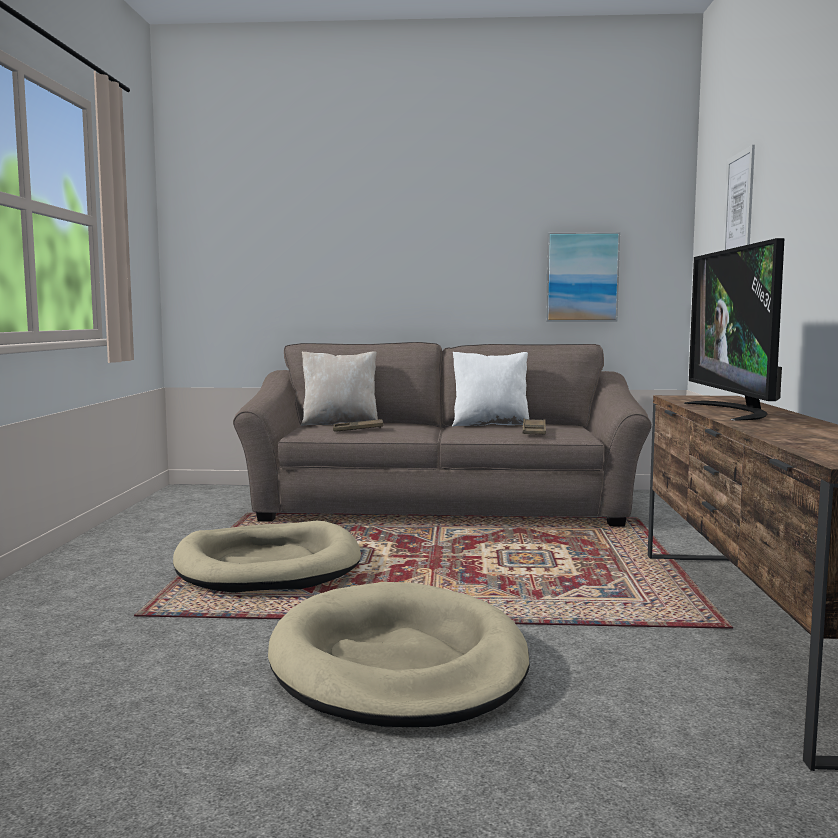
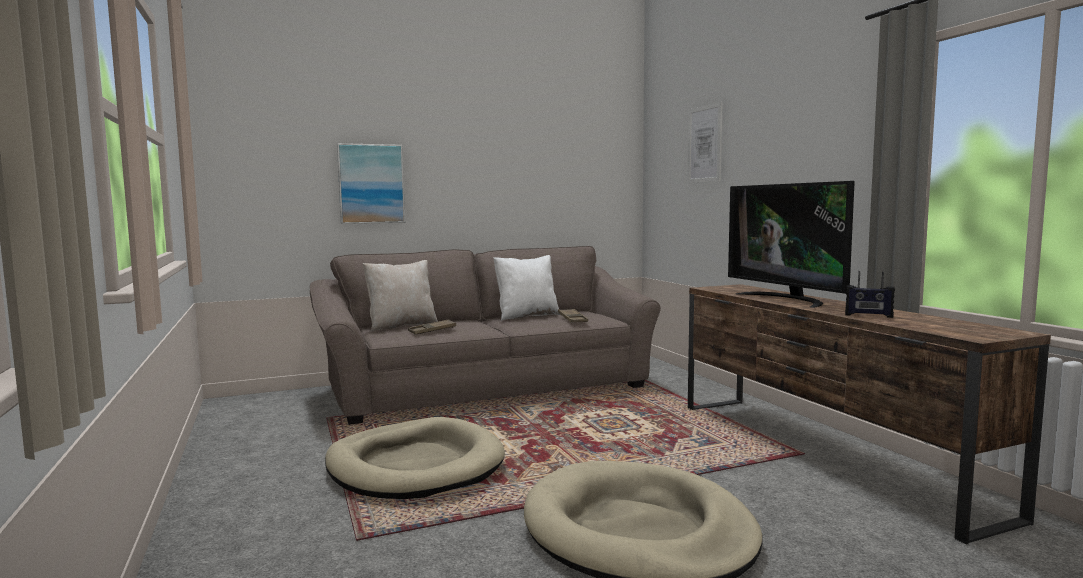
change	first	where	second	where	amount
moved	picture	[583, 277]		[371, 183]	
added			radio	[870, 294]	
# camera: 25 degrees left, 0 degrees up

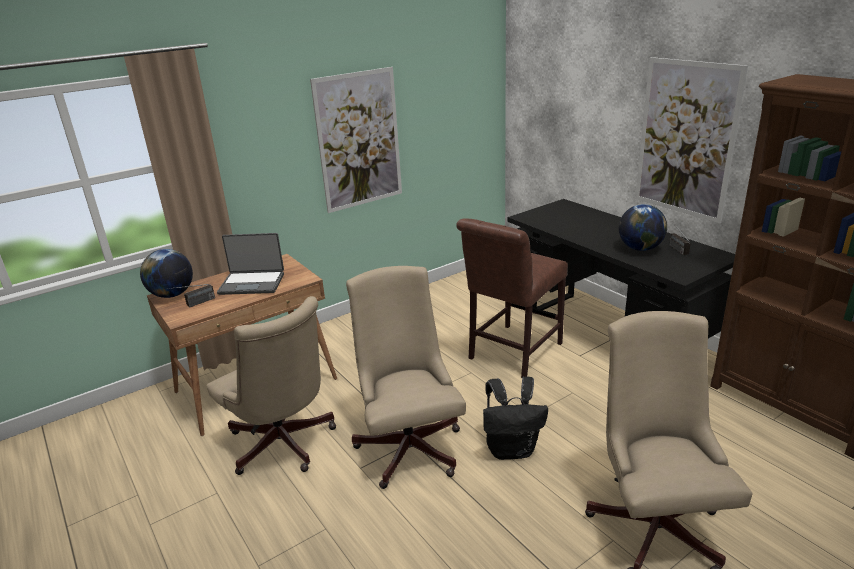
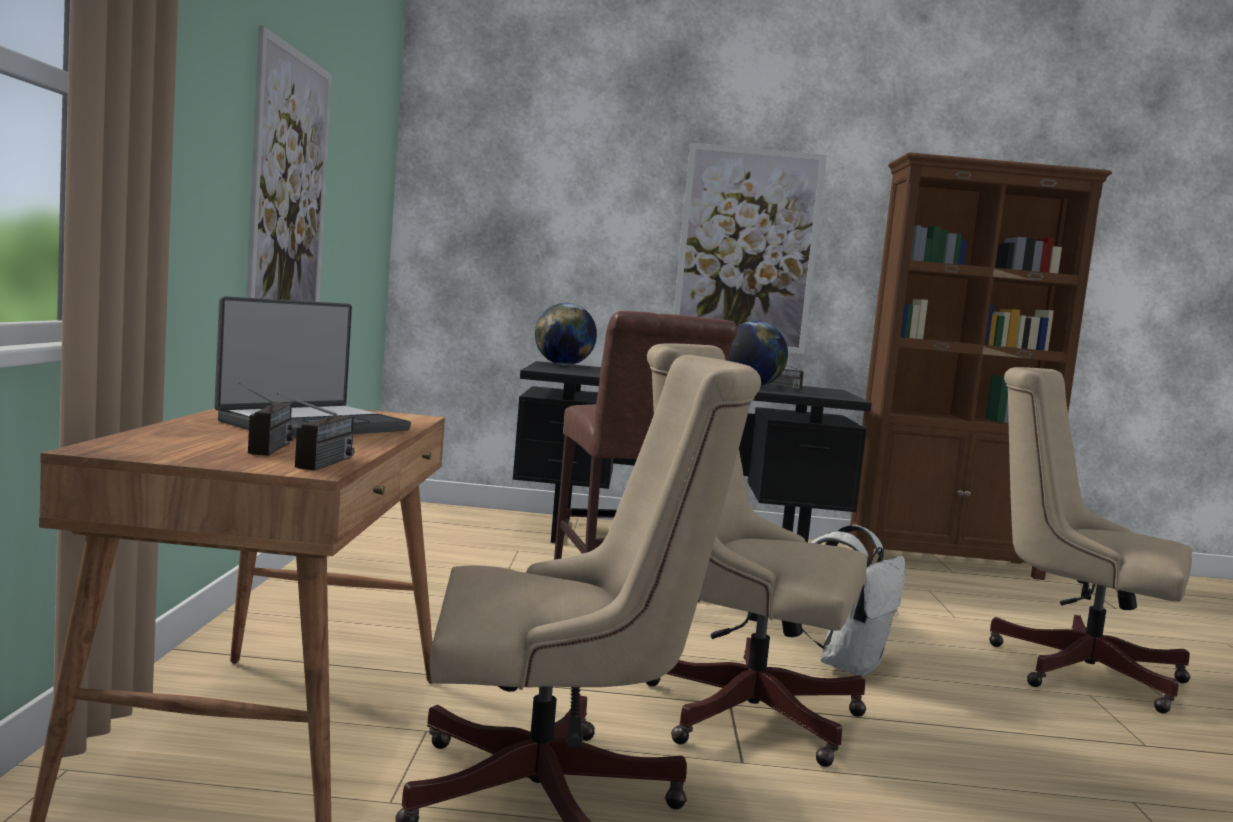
change	first	where	second	where	amount
added			radio	[316, 432]	
moved	globe	[166, 273]		[566, 334]	
recoloured	black backpack	[515, 418]	white backpack	[853, 601]	
# camera: 55 degrees left, 20 degrees down

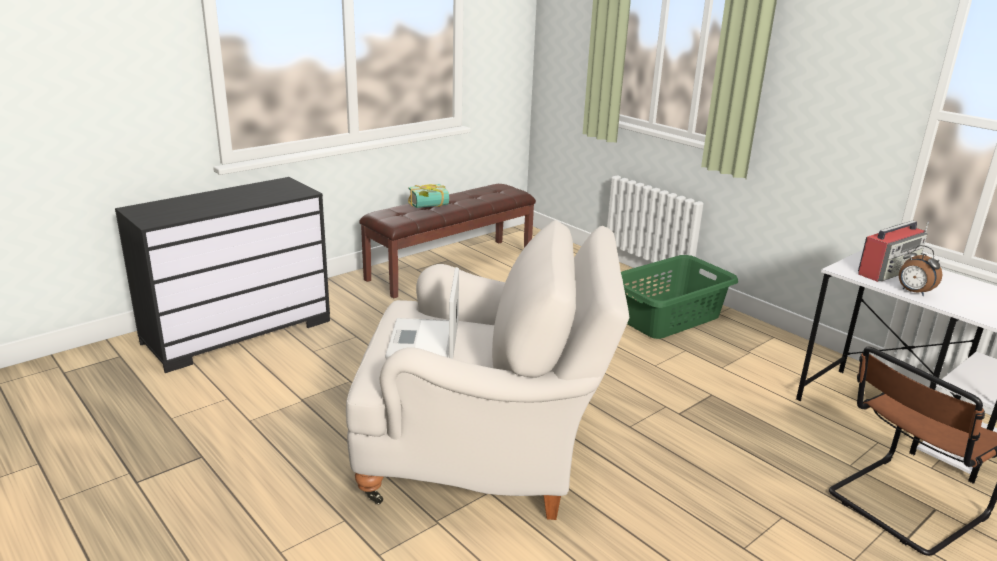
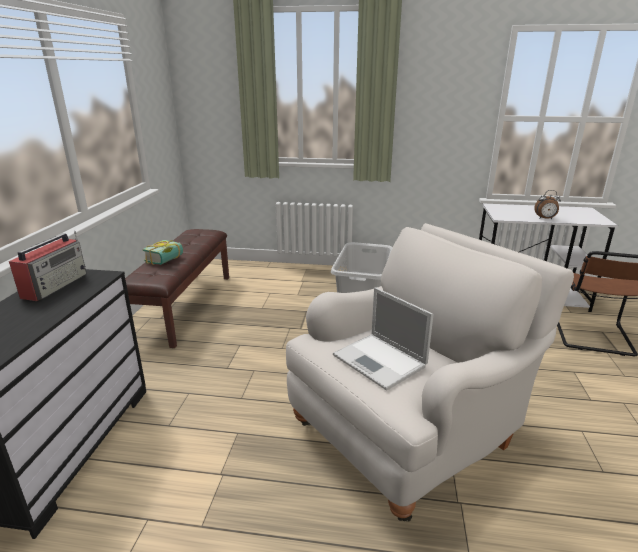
change	first	where	second	where	amount
moved	radio	[893, 251]		[48, 266]	
recoloured	green laundry basket	[679, 297]	grey laundry basket	[362, 267]	
# camera: 40 degrees left, 0 degrees up

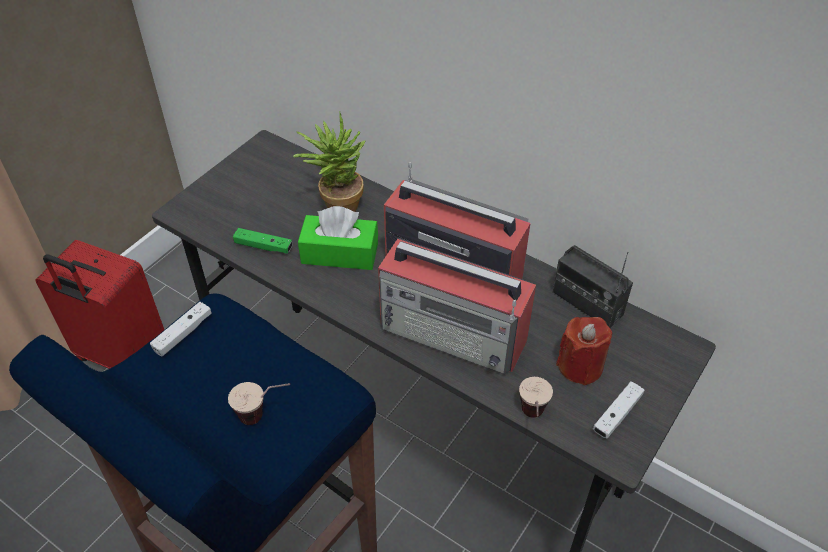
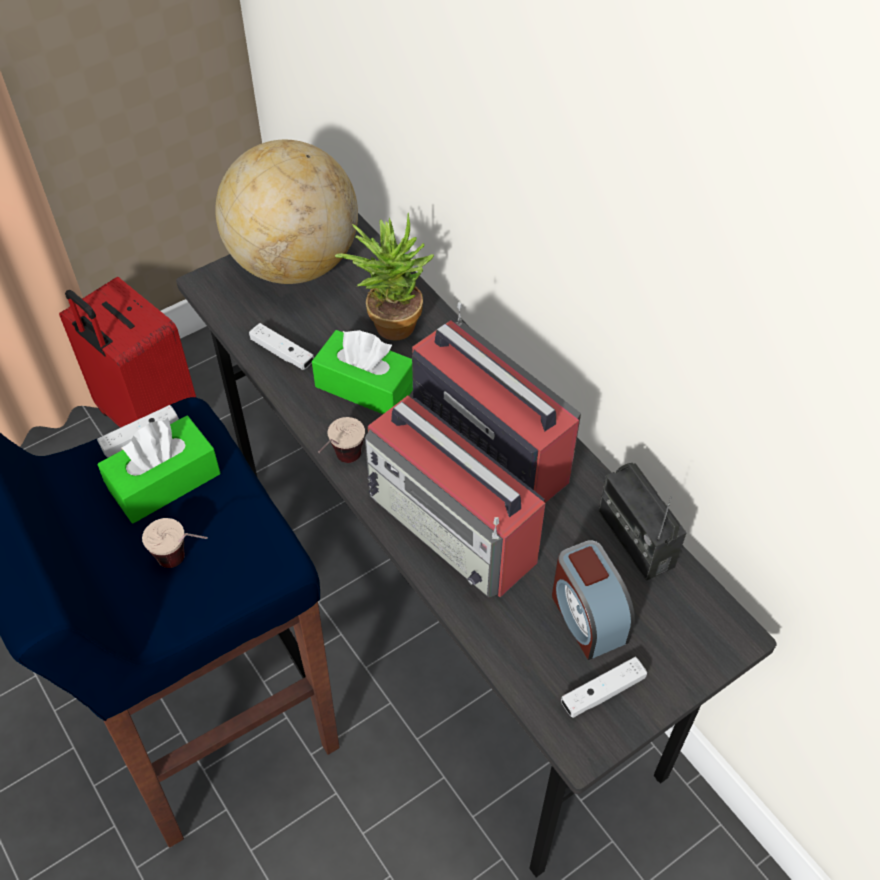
change	first	where	second	where	amount
added			green tissue box	[159, 469]	
added			globe	[286, 212]	
recoloured	green game controller	[263, 241]	white game controller	[281, 346]	
moved	cup	[536, 397]		[341, 440]	
replaced	red candle	[584, 351]	alarm clock	[593, 600]	
# camera: 20 degrees right, 5 degrees up

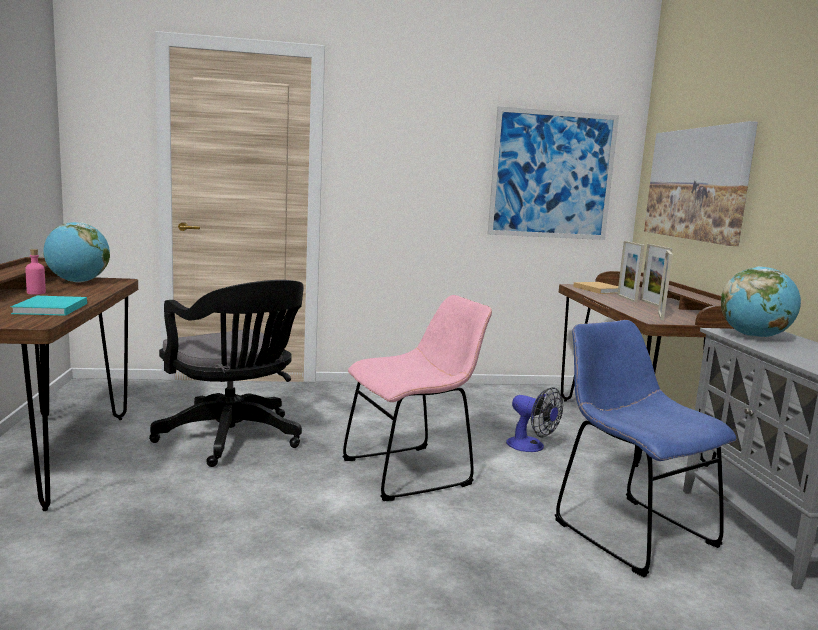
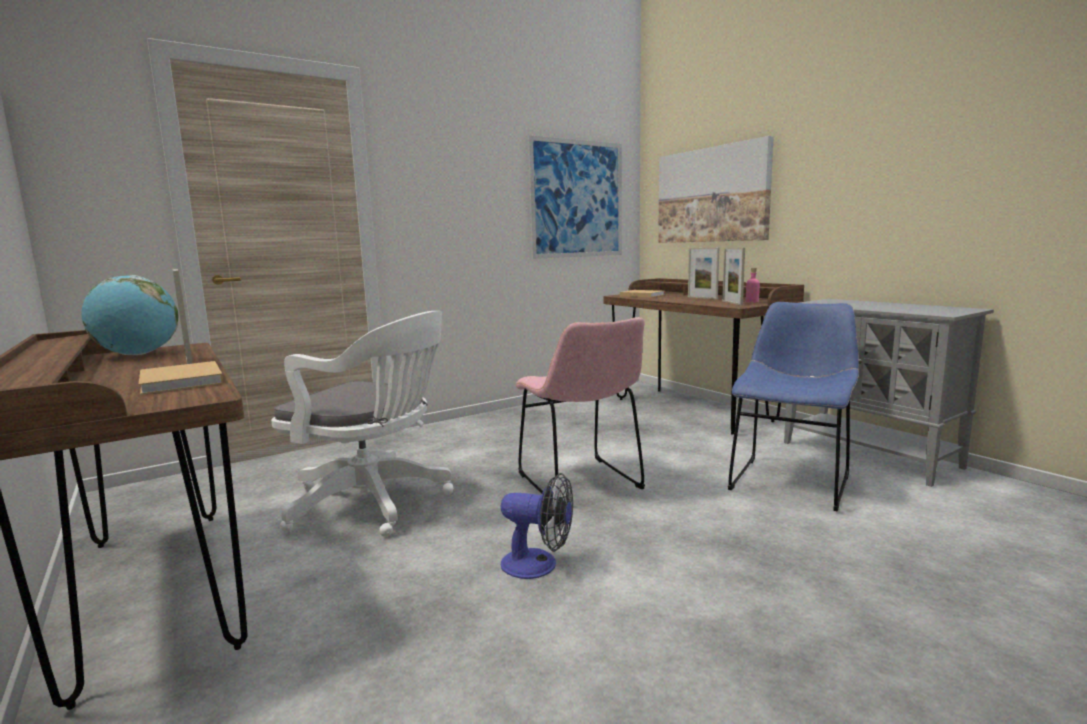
change	first	where	second	where	amount
recoloured	turquoise book	[49, 306]	beige book	[181, 378]	
moved	picture frame	[631, 271]		[183, 316]	
recoloured	black office chair	[226, 373]	white office chair	[362, 424]	
moved	fan	[534, 419]		[537, 526]	
turned	pink chair	[417, 398]		[580, 405]	120 degrees clockwise
turned	blue chair	[646, 448]		[793, 406]	90 degrees clockwise
moved	pink bottle	[35, 272]		[753, 285]	
removed	globe	[761, 302]			
# camera: 25 degrees left, 0 degrees up

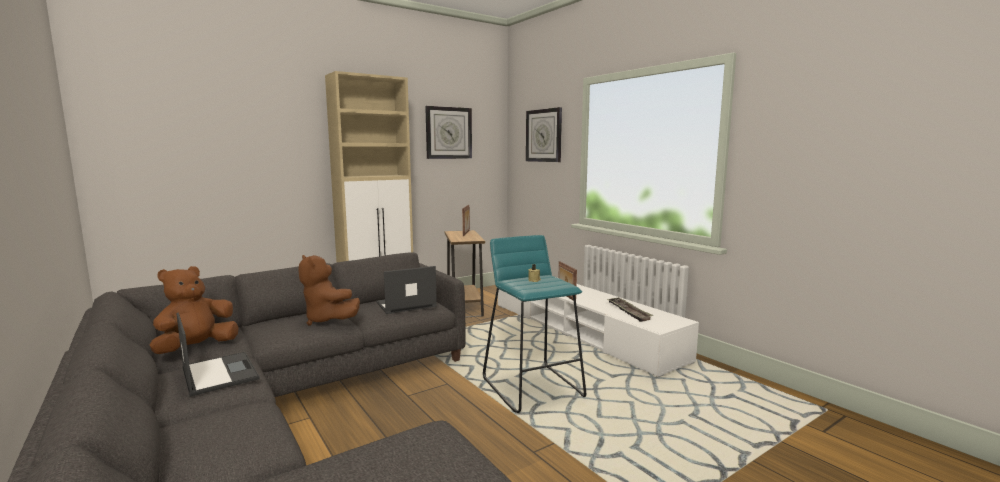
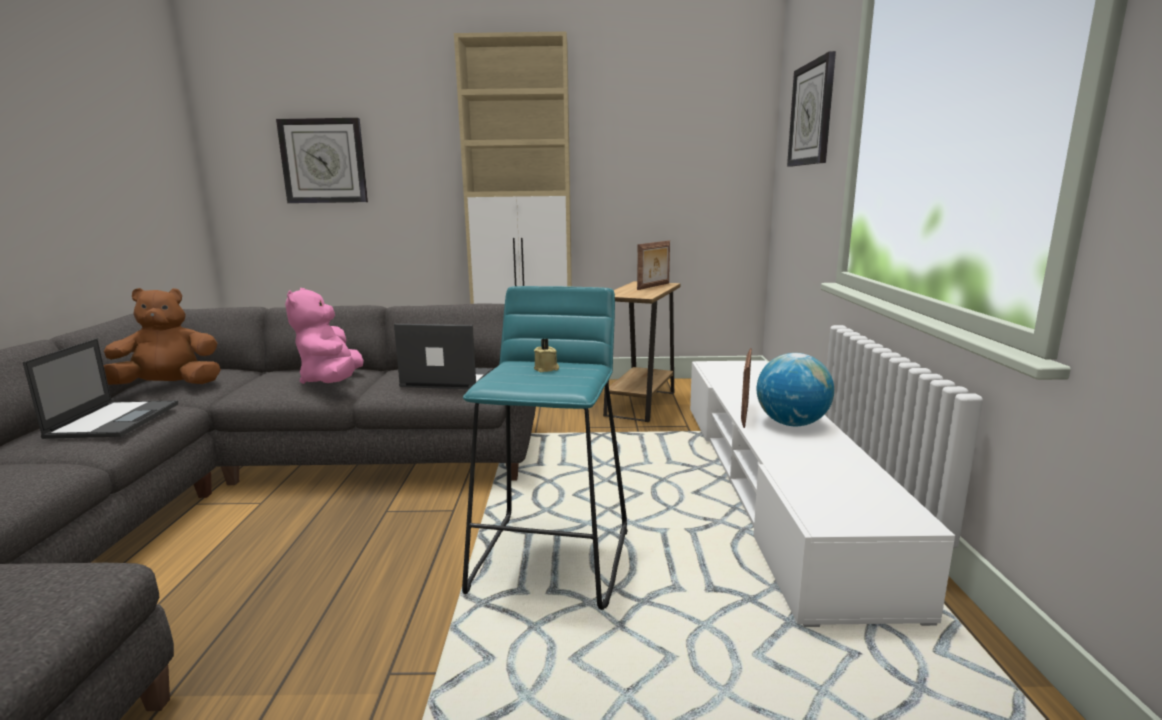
change	first	where	second	where	amount
moved	wall clock	[448, 132]		[322, 160]	
recoloured	brown plush toy	[329, 290]	pink plush toy	[324, 336]	
added			globe	[795, 389]	
removed	tray	[630, 309]			
# camera: 35 degrees right, 5 degrees up

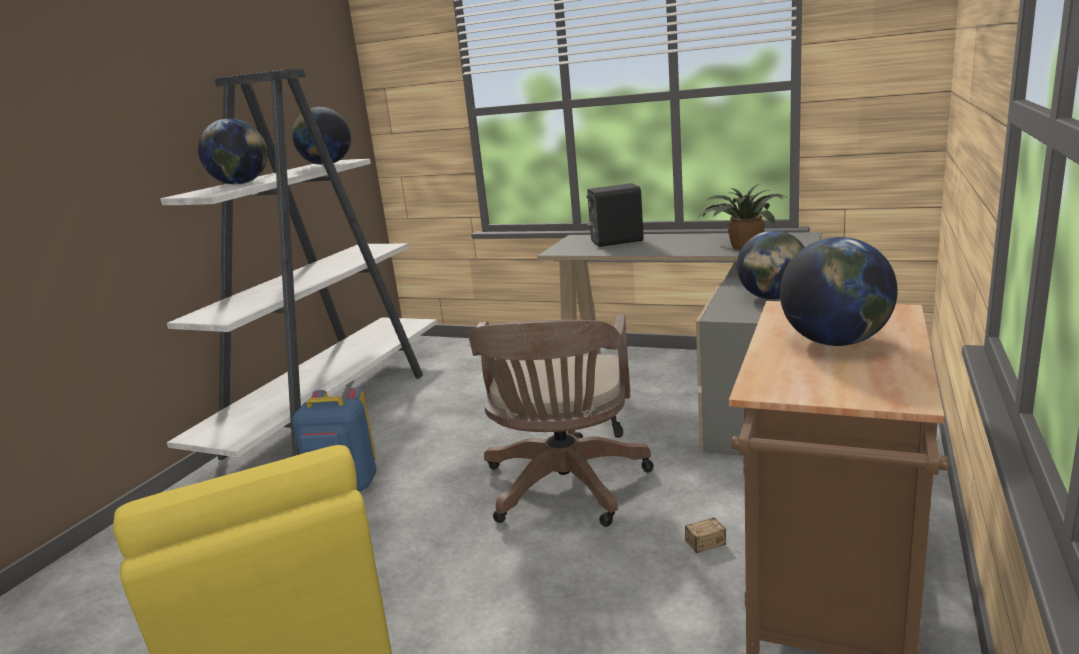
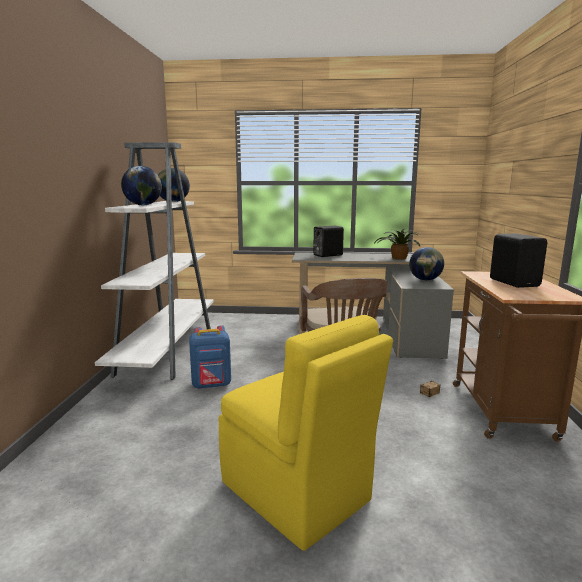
change	first	where	second	where	amount
replaced	globe	[839, 291]	black speaker	[518, 260]	
# camera: 20 degrees left, 5 degrees down

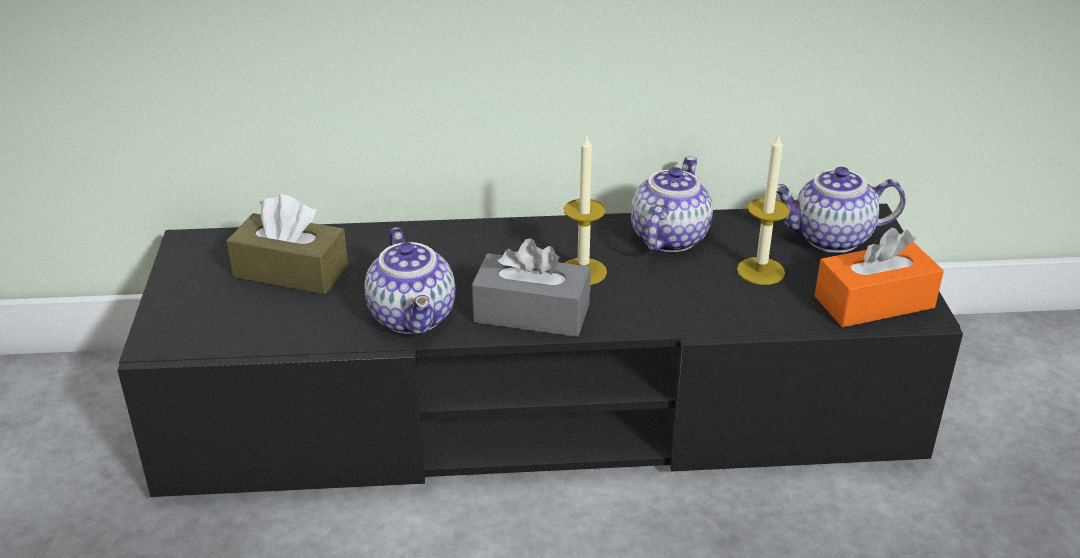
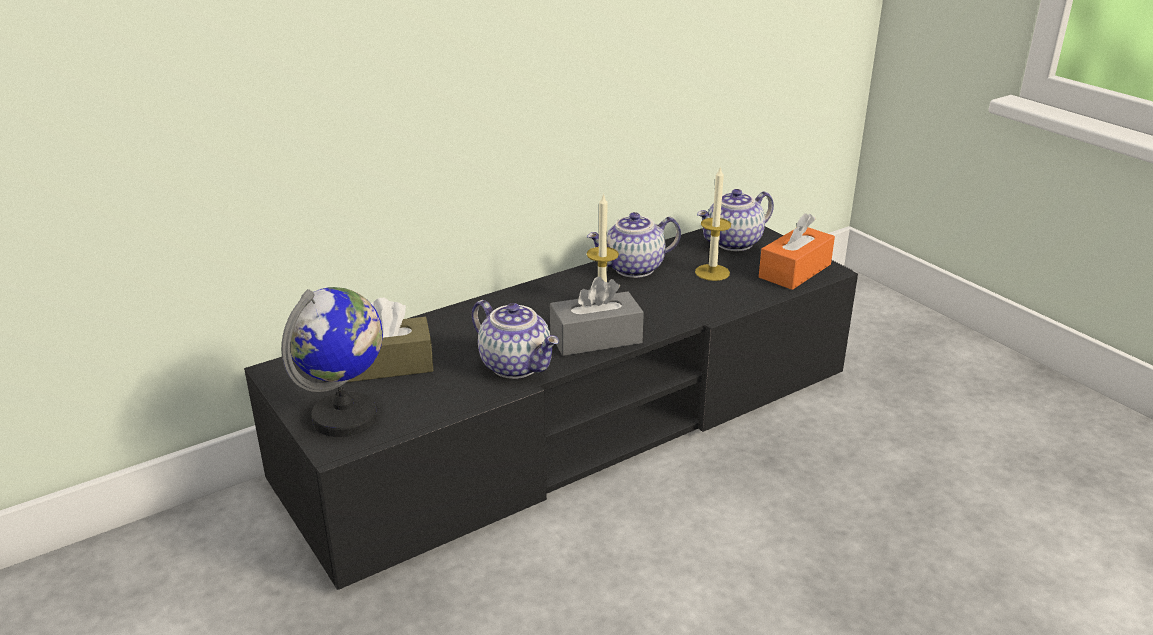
change	first	where	second	where	amount
added			globe	[332, 362]	
turned	teapot	[672, 204]		[634, 245]	105 degrees counterclockwise
# camera: 30 degrees left, 5 degrees down

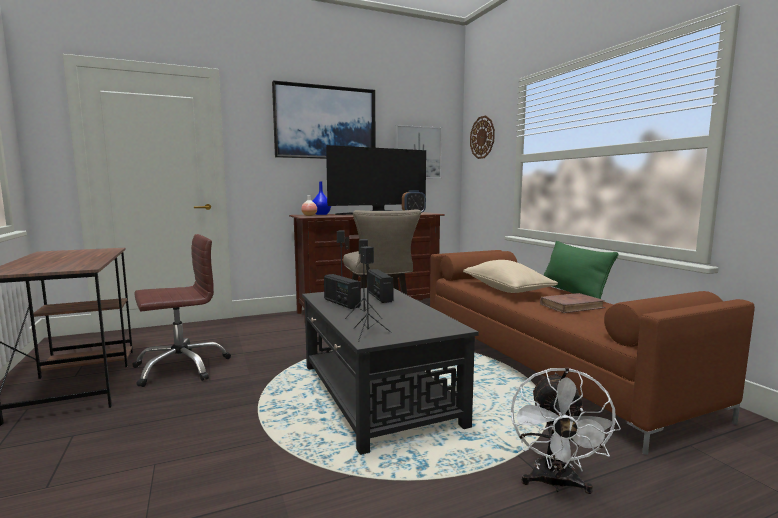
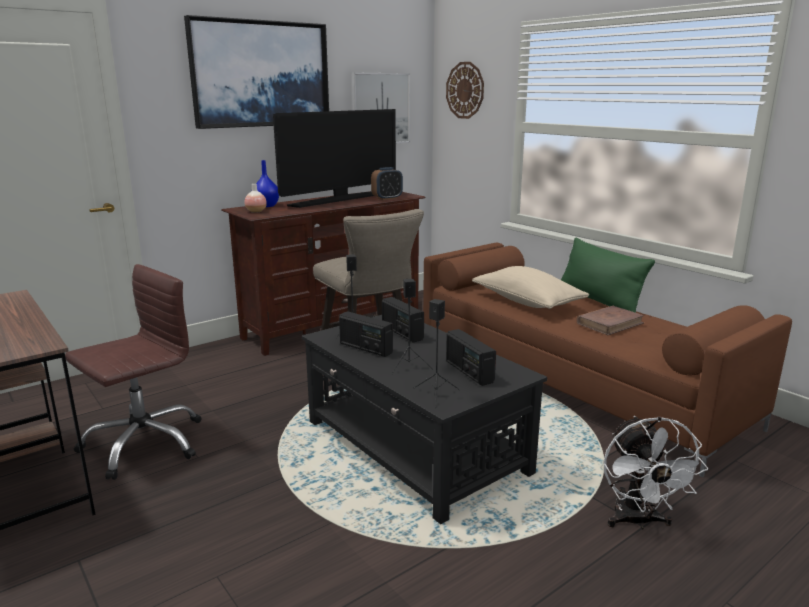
change	first	where	second	where	amount
added			radio	[471, 357]	
# camera: 15 degrees left, 10 degrees up

